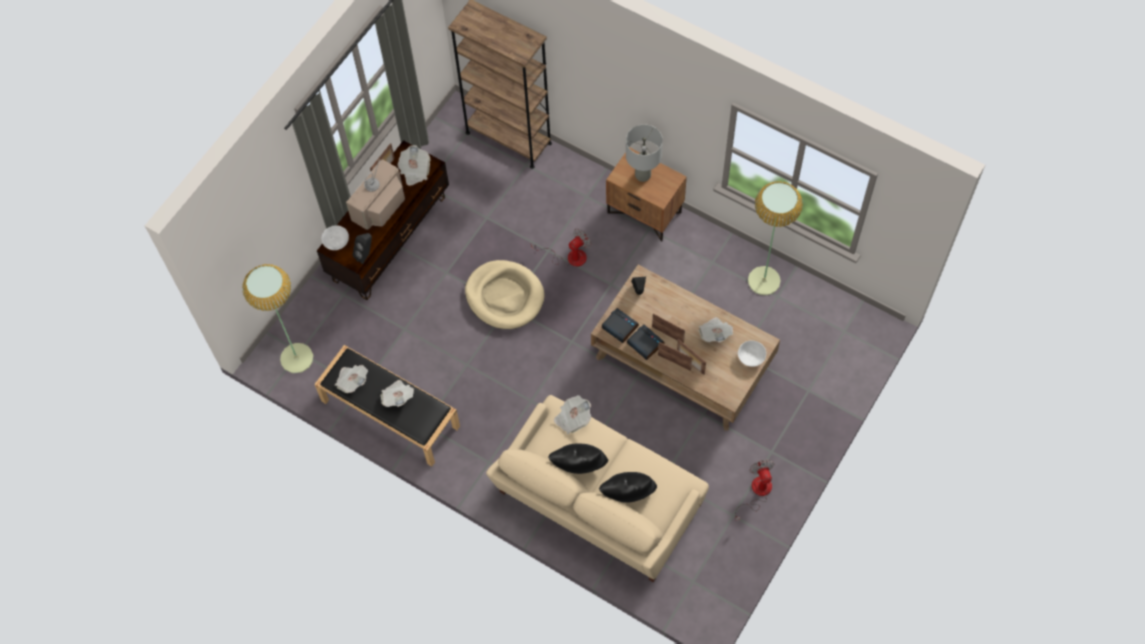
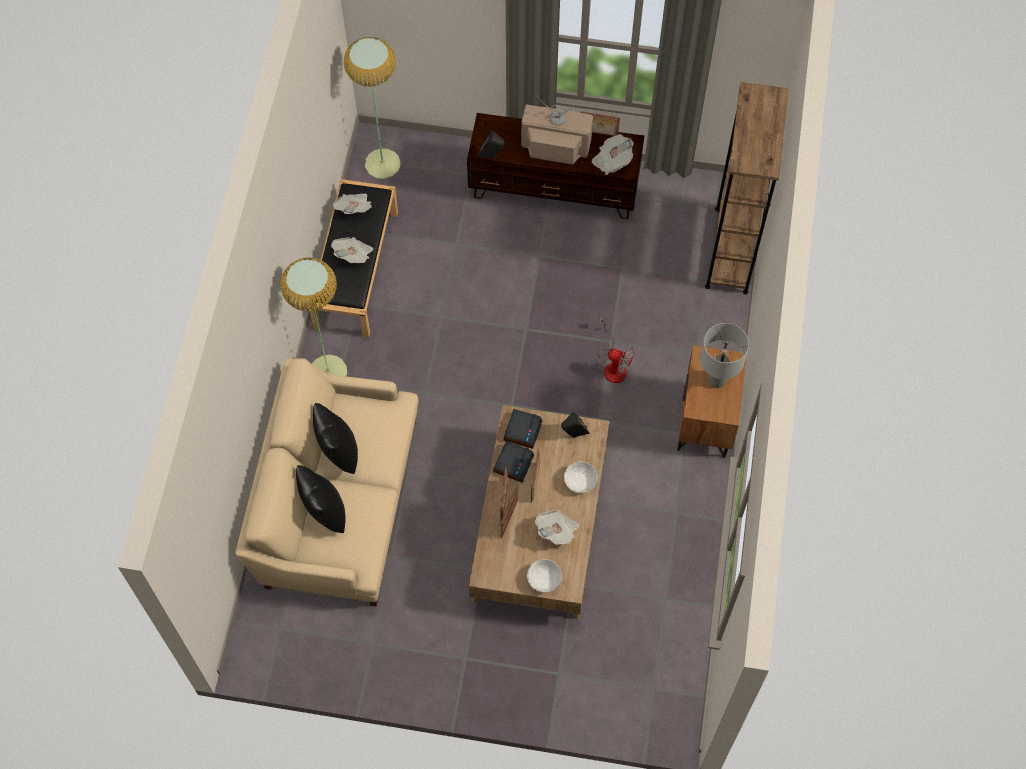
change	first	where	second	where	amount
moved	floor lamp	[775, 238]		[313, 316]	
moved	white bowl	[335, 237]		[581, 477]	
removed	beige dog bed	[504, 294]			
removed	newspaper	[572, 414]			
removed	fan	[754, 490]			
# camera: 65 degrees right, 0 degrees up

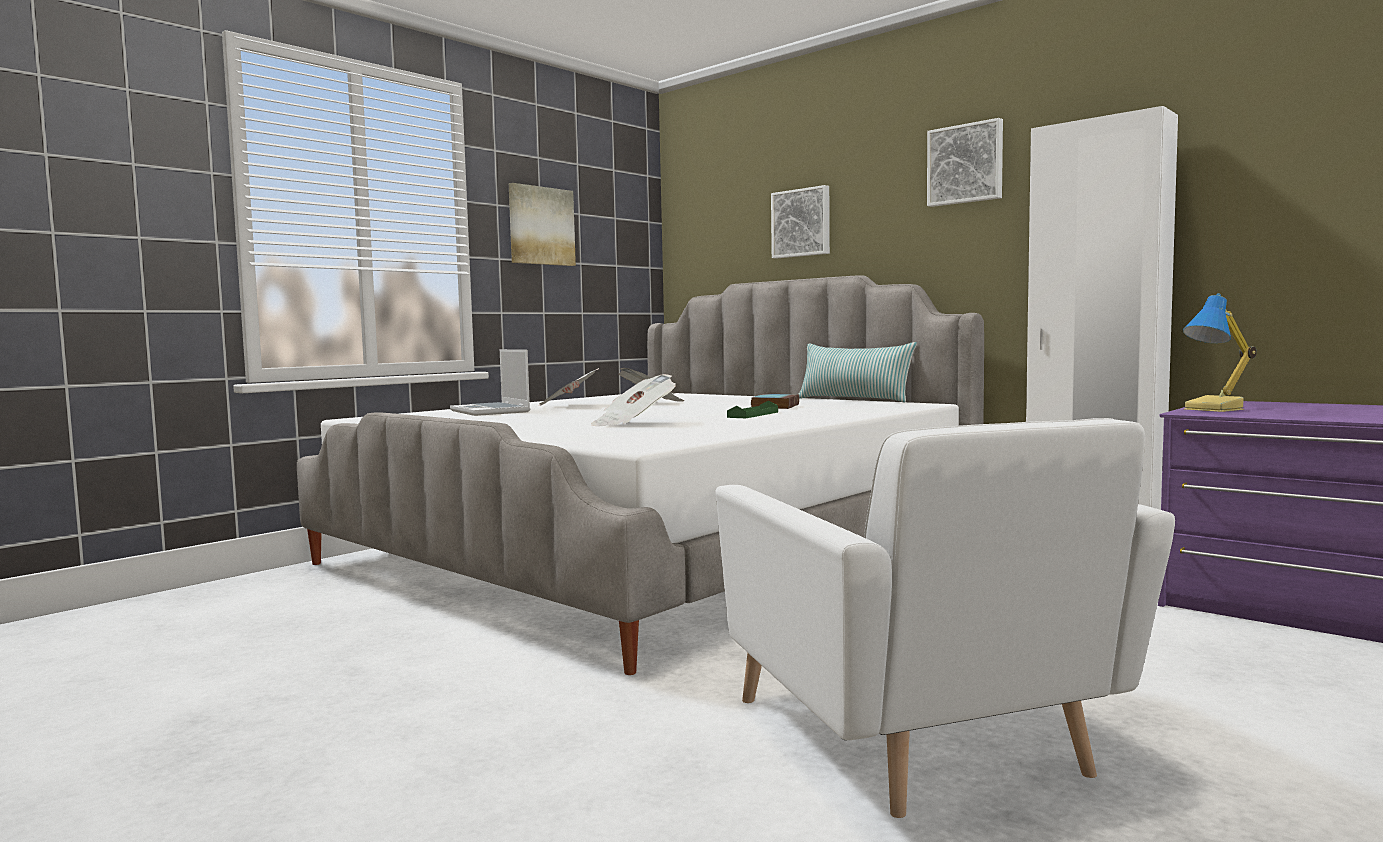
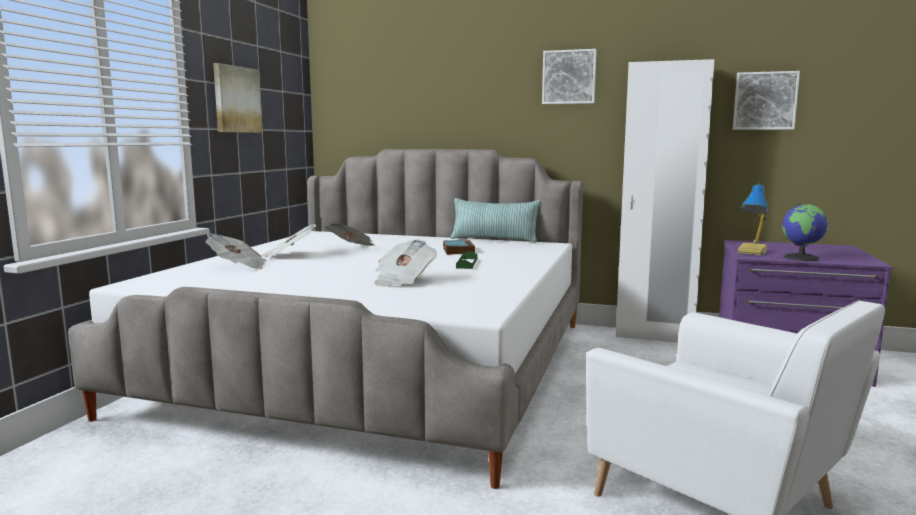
change	first	where	second	where	amount
replaced	laptop	[490, 382]	newspaper	[236, 251]	
moved	picture	[800, 222]		[766, 100]	
added			globe	[805, 232]	
# camera: 25 degrees left, 5 degrees up

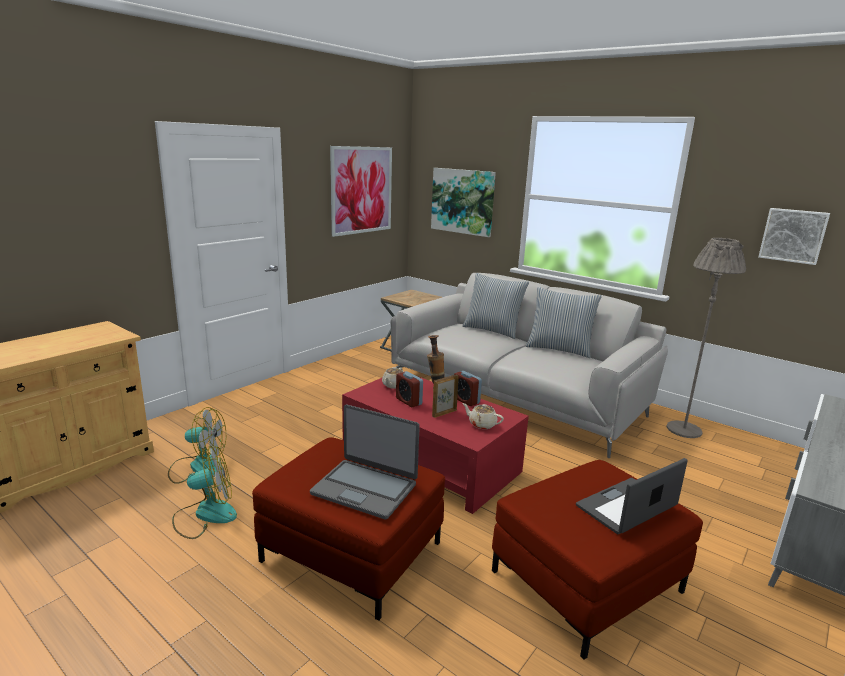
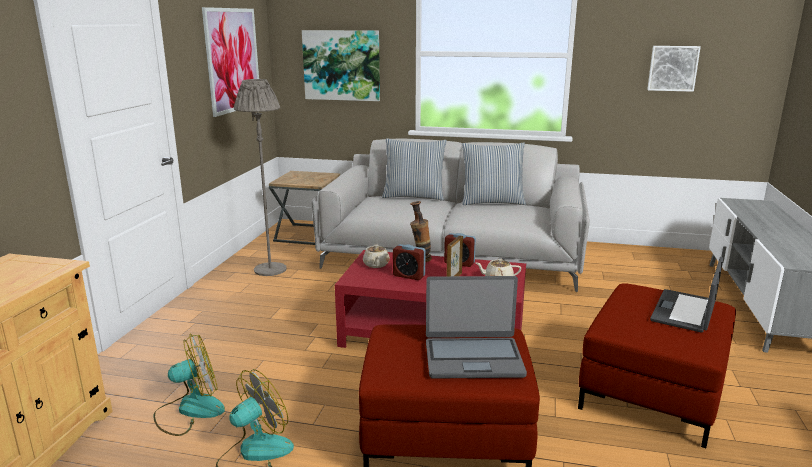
change	first	where	second	where	amount
moved	grey floor lamp	[706, 338]		[260, 177]	
# camera: 25 degrees left, 0 degrees up

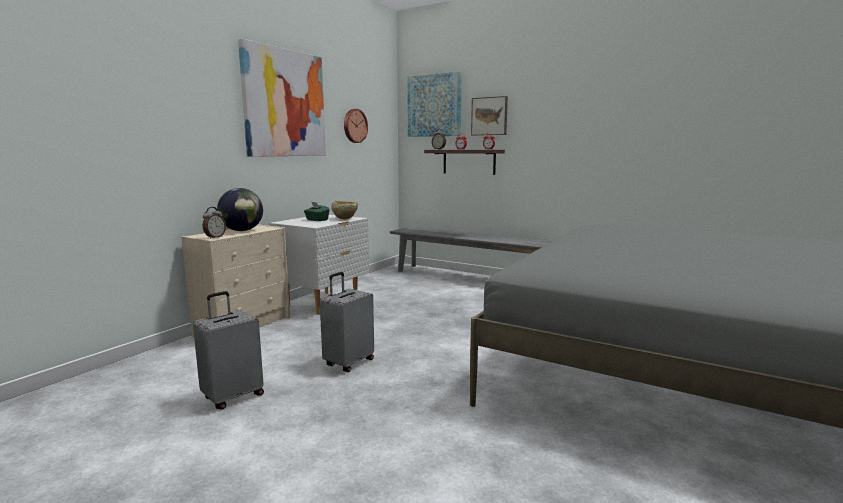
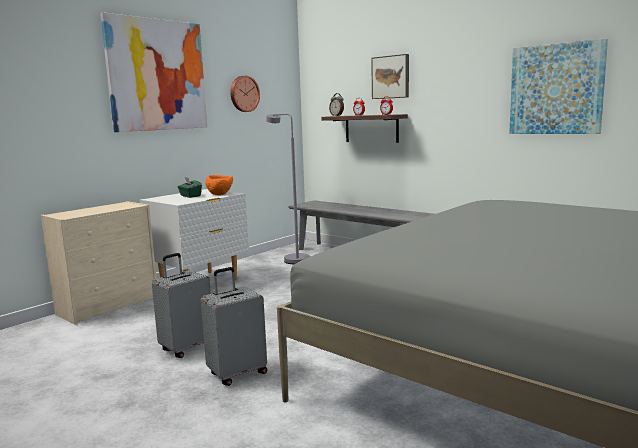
change	first	where	second	where	amount
moved	grey suitcase	[228, 350]		[234, 326]	
recoloured	beige bowl	[344, 209]	orange bowl	[219, 185]	
added			grey floor lamp	[288, 189]	
moved	picture	[434, 104]		[558, 86]	
removed	alarm clock	[214, 223]			
removed	globe	[240, 209]			
# camera: 10 degrees right, 0 degrees up

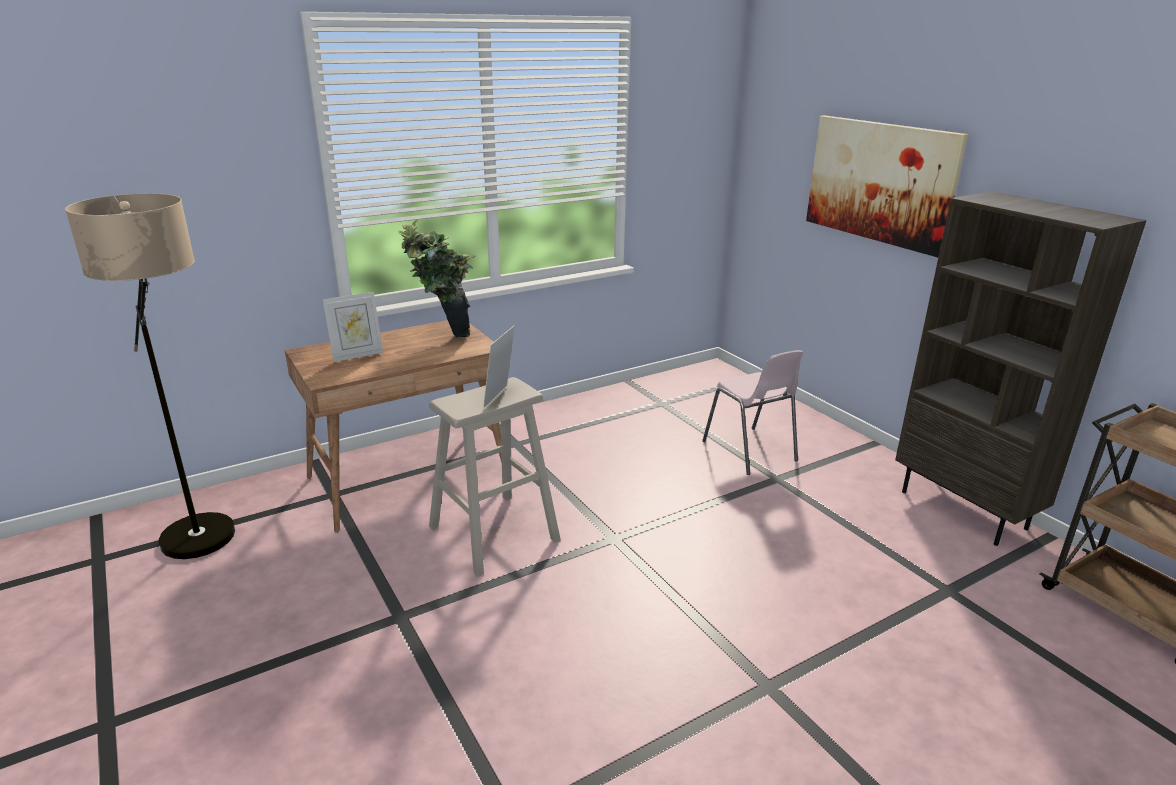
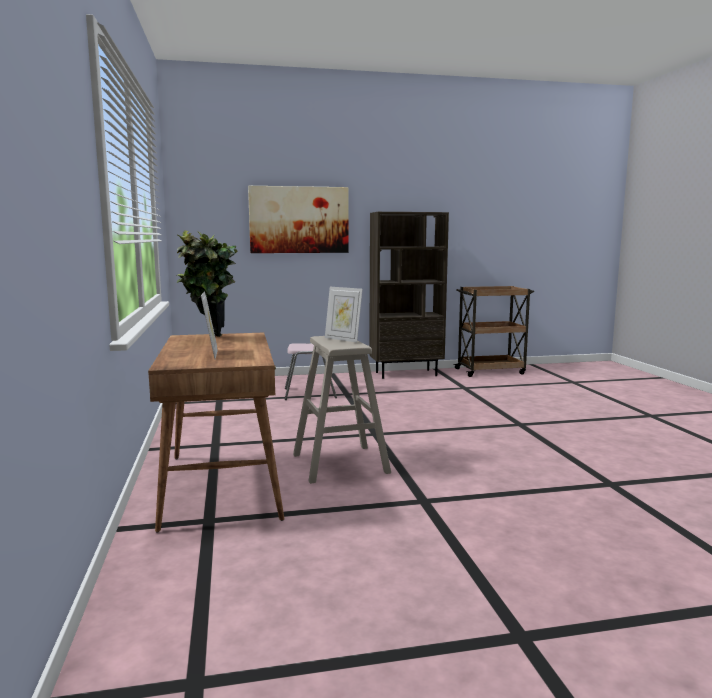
change	first	where	second	where	amount
removed	floor lamp	[150, 376]			
# camera: 70 degrees left, 15 degrees down

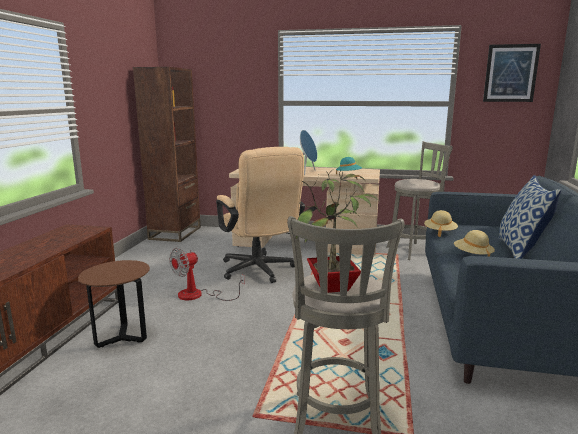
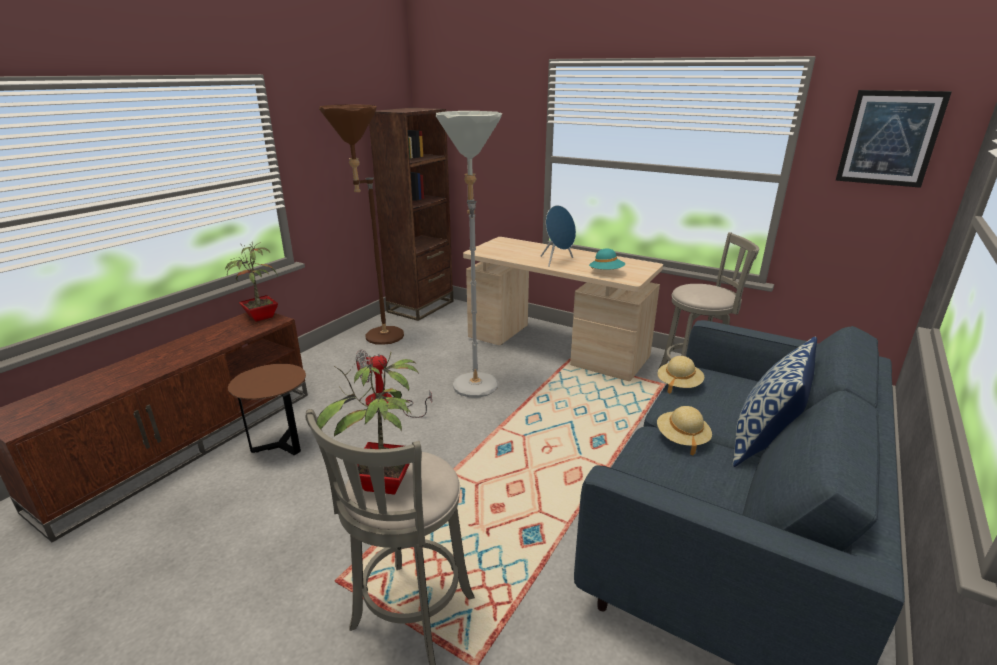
change	first	where	second	where	amount
added			potted plant	[251, 281]	
added			brown floor lamp	[361, 225]	
replaced	beige office chair	[260, 215]	grey floor lamp	[469, 254]	
# camera: 20 degrees right, 10 degrees up

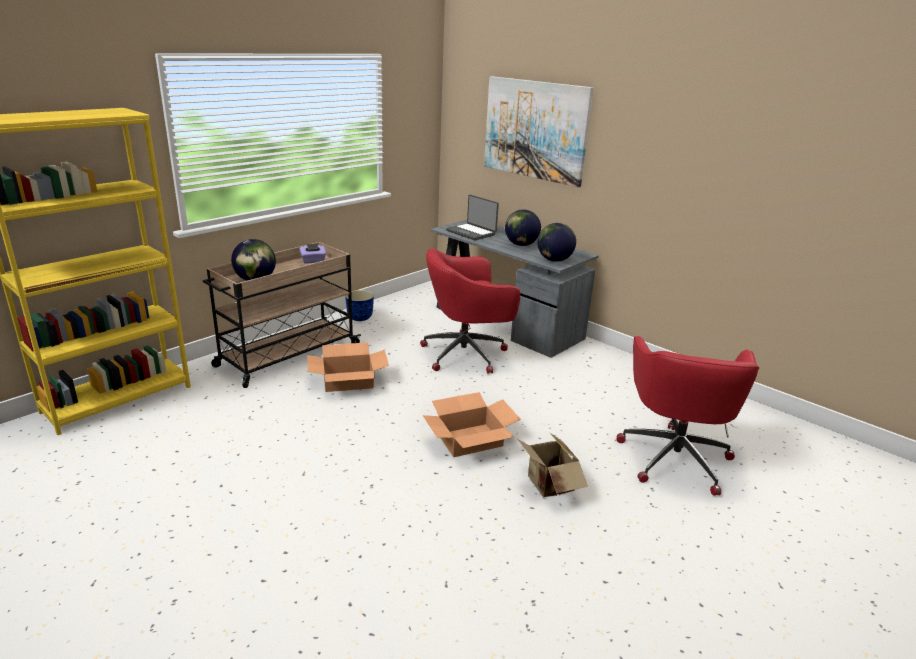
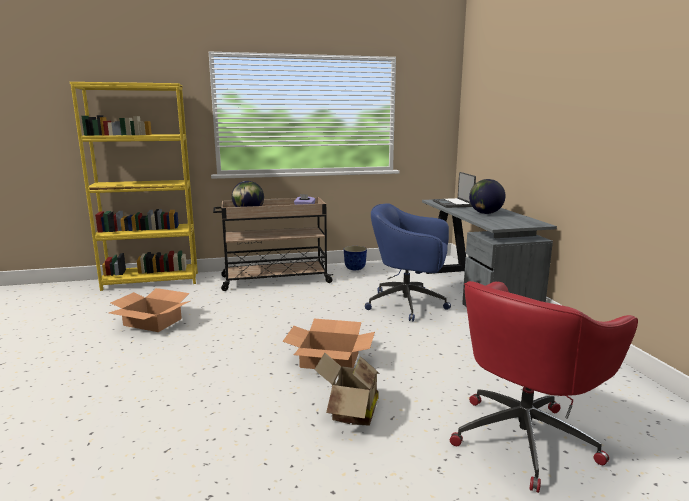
change	first	where	second	where	amount
moved	cardboard box	[348, 367]		[149, 310]	
recoloured	red office chair	[470, 311]	blue office chair	[408, 262]	
removed	picture	[538, 131]			
removed	globe	[556, 242]			
# camera: 35 degrees right, 10 degrees down

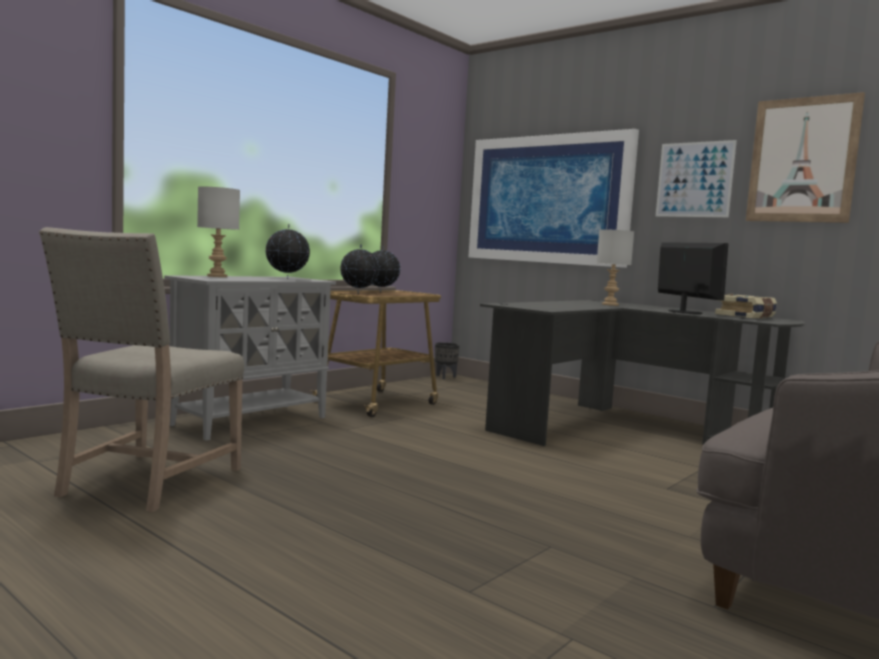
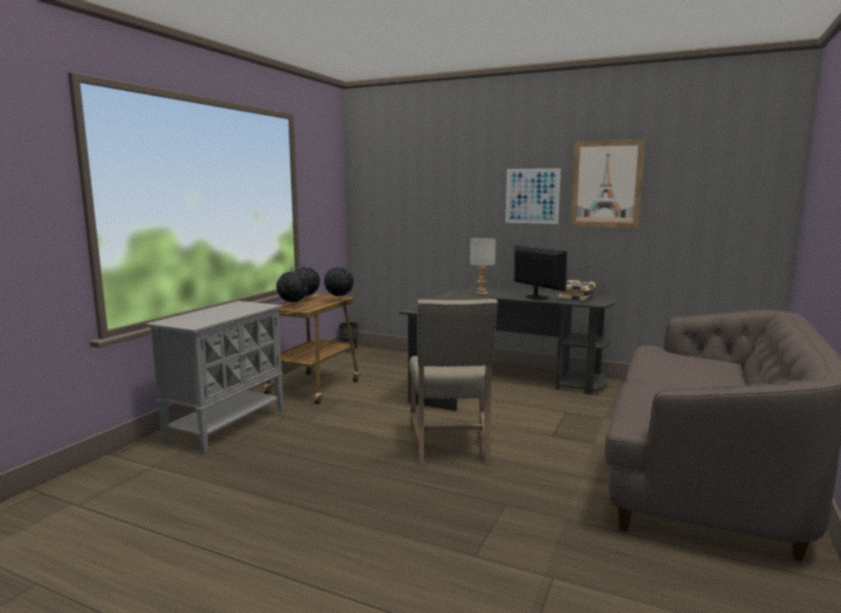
change	first	where	second	where	amount
moved	globe	[288, 251]		[339, 281]	
moved	beige chair	[141, 369]		[453, 382]	
removed	grey table lamp	[218, 231]			
removed	picture	[553, 198]			
# camera: 15 degrees left, 5 degrees up

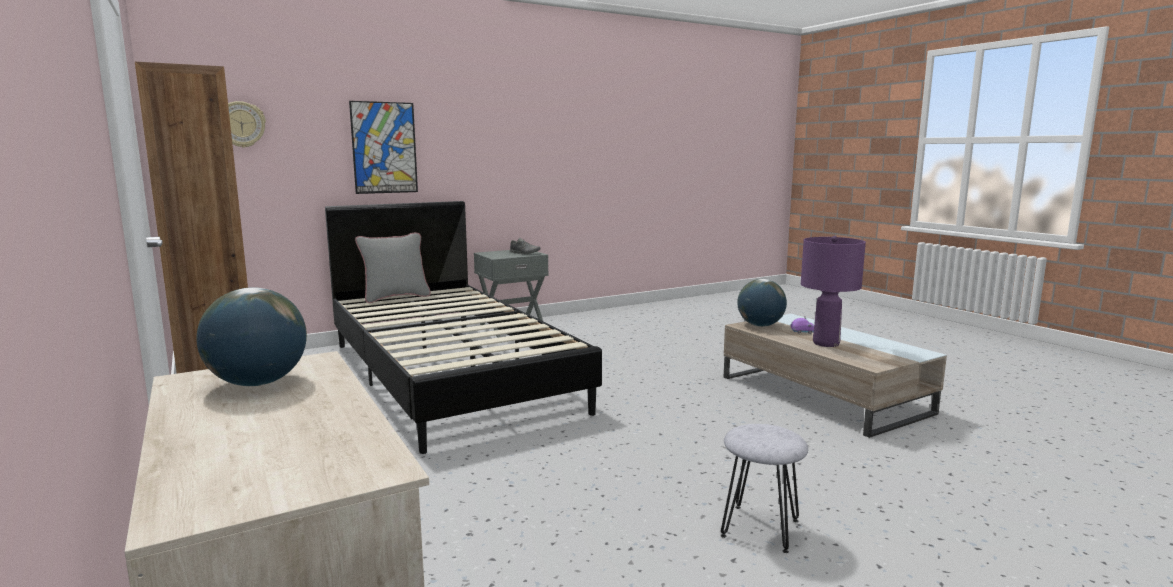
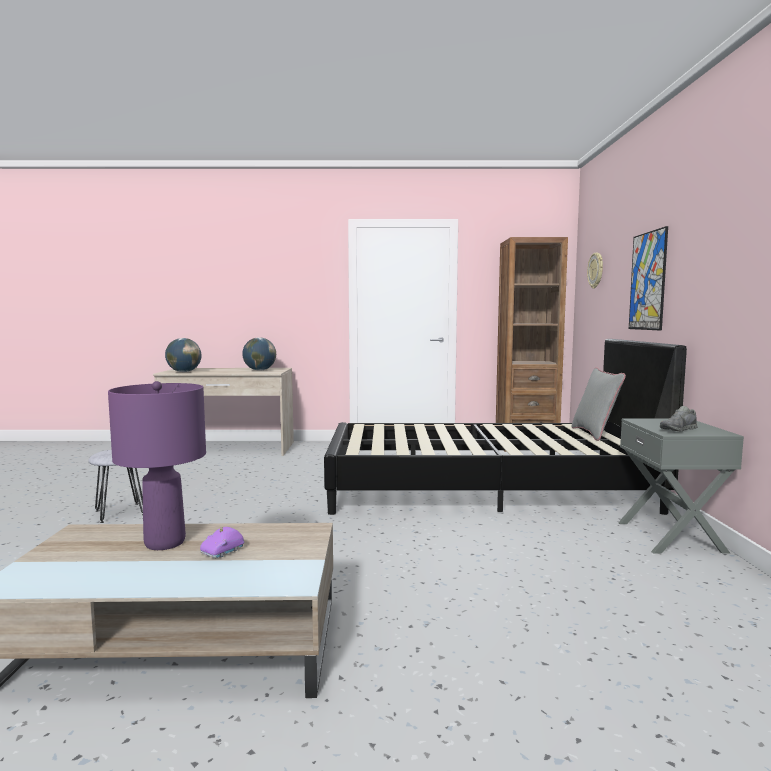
change	first	where	second	where	amount
moved	globe	[762, 303]		[183, 355]	
# camera: 120 degrees right, 5 degrees down

